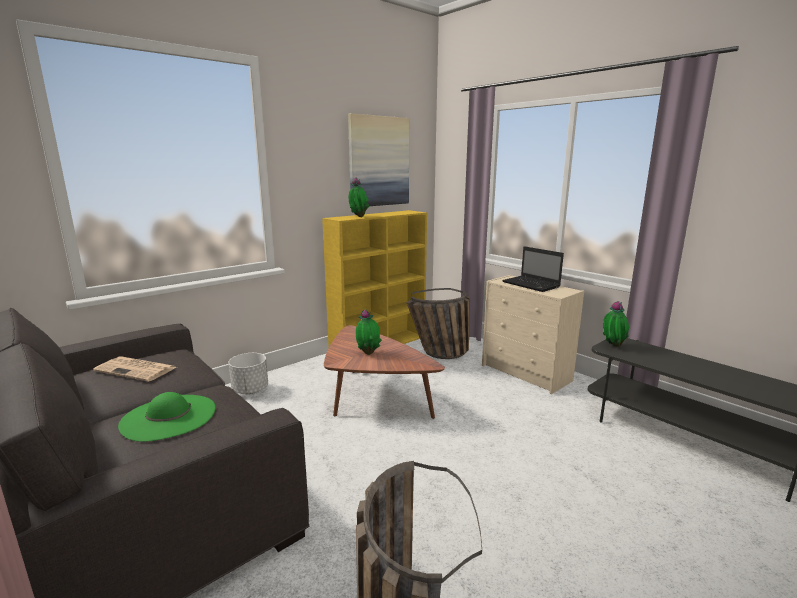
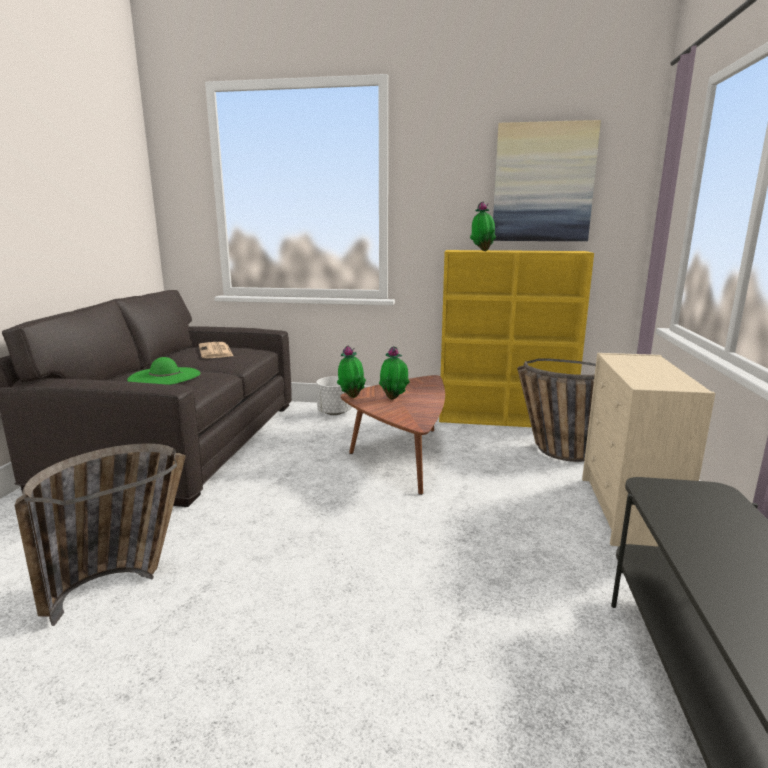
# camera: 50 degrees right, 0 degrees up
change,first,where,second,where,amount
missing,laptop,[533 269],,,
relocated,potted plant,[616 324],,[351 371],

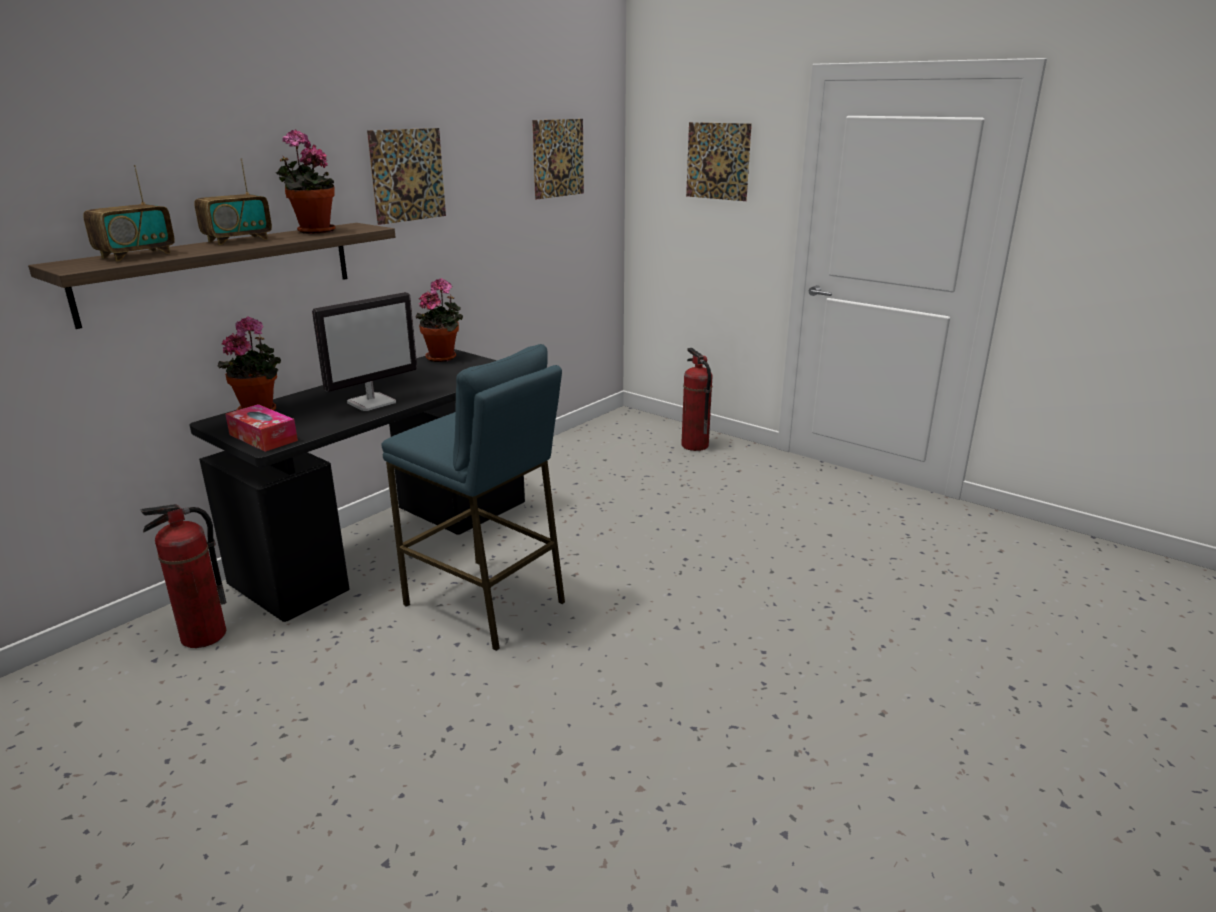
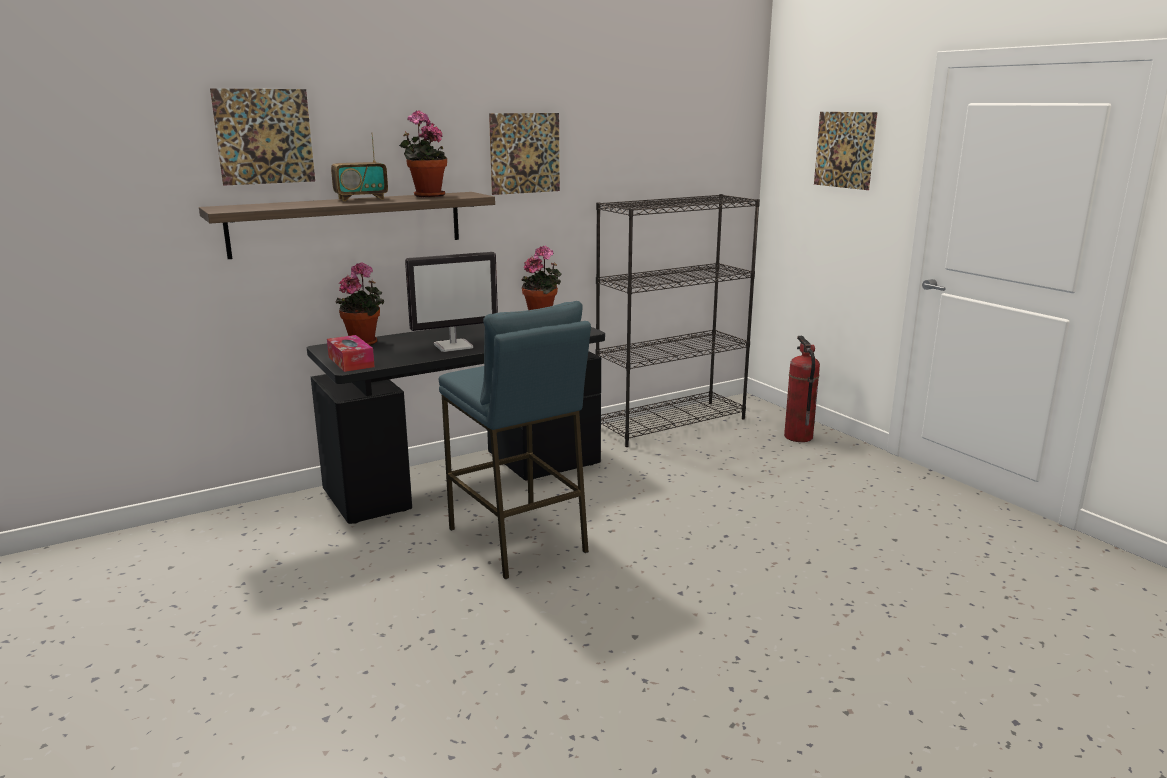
# camera: 20 degrees right, 5 degrees down
change,first,where,second,where,amount
relocated,wall picture,[558 159],,[262 137],
missing,radio receiver,[129 213],,,
missing,extinguisher,[183 576],,,
appeared,,,blackish bookshelf,[677 320],

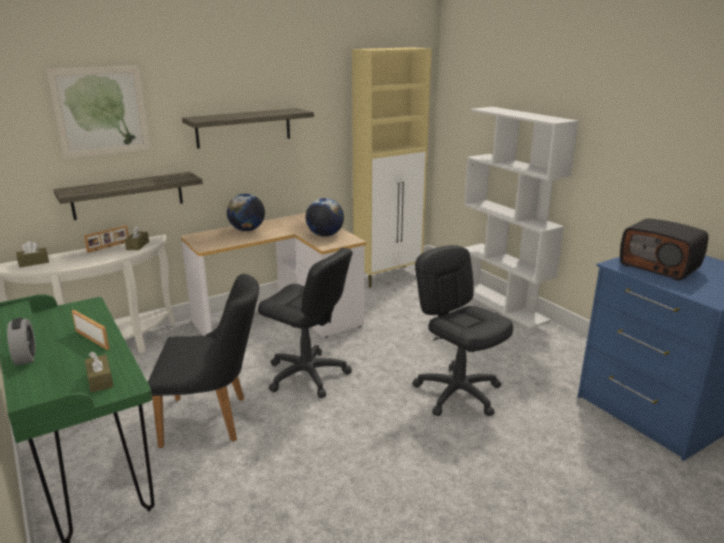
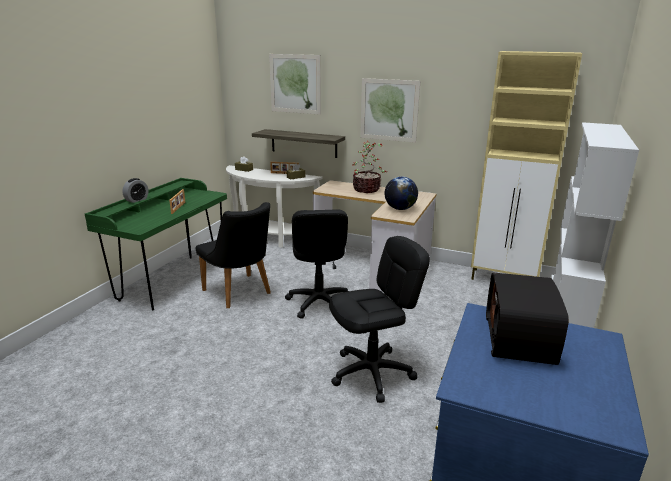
# camera: 55 degrees right, 0 degrees up
change,first,where,second,where,amount
exchanged,shelf,[248 128],wall picture,[390 110],
exchanged,globe,[246 212],potted plant,[369 167],
spun,blackish computer chair,[462 330],,[379 319],45 degrees clockwise
missing,brown tissue holder,[99 372],,,

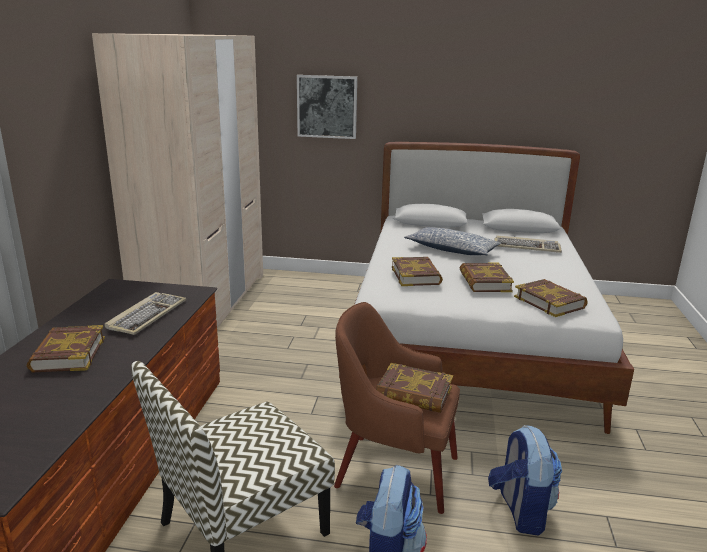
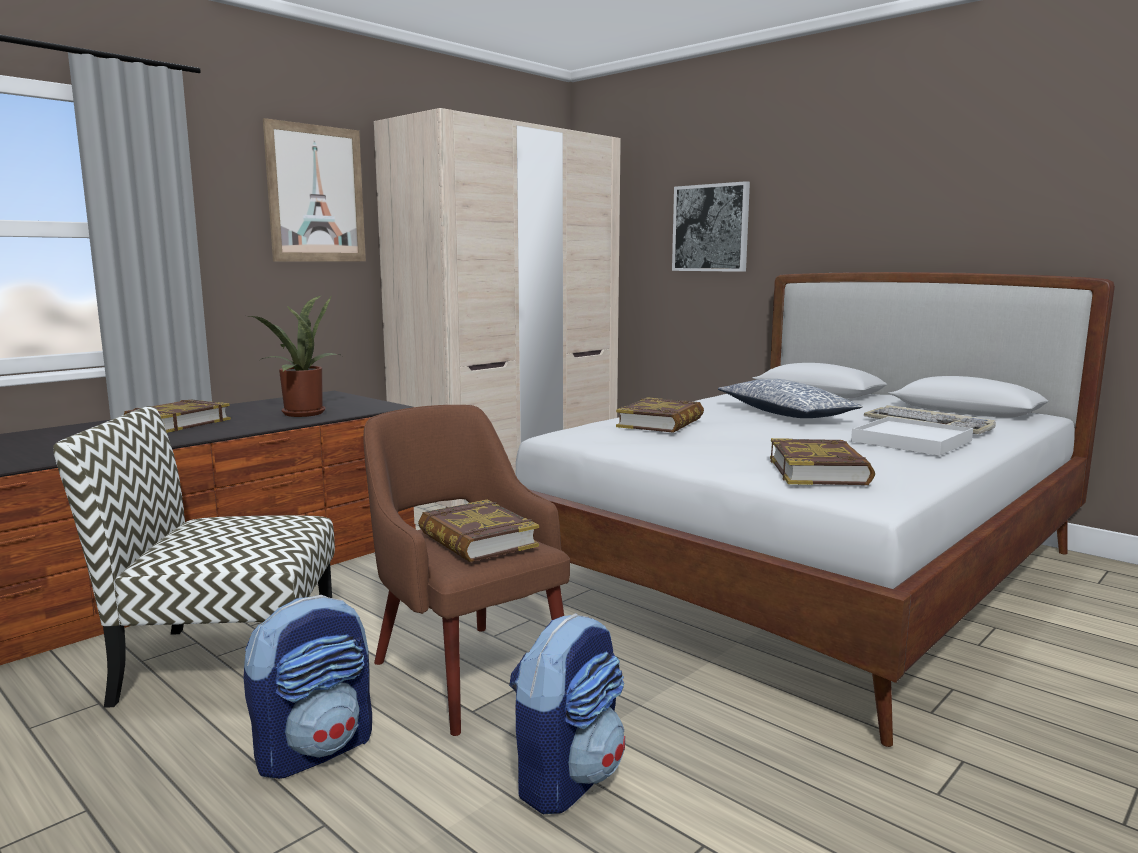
# camera: 35 degrees right, 10 degrees down
change,first,where,second,where,amount
missing,bound book,[487 277],,,
exchanged,keyboard,[145 313],potted plant,[295 356],
appeared,,,wall picture,[314 190],
appeared,,,white-coloured carrying tray,[912 436],

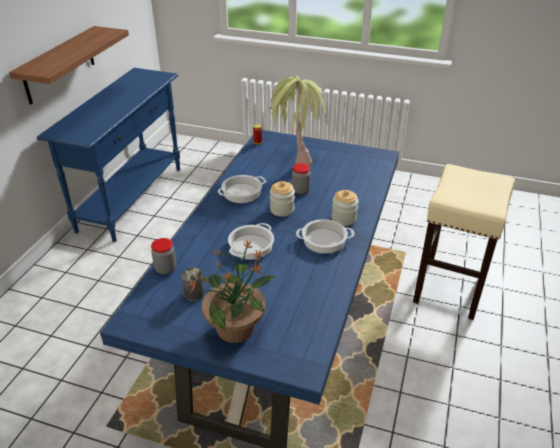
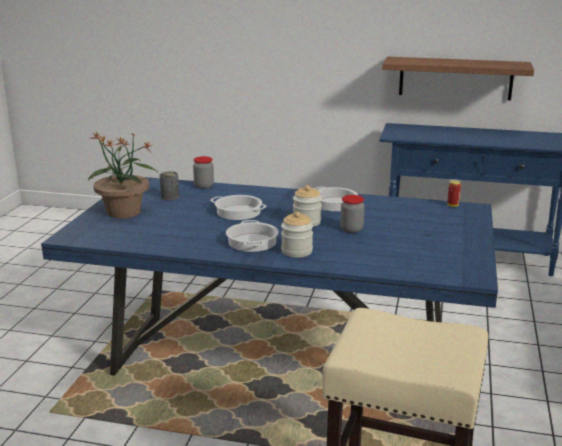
# camera: 85 degrees right, 15 degrees down
change,first,where,second,where,amount
missing,potted plant,[297 121],,,

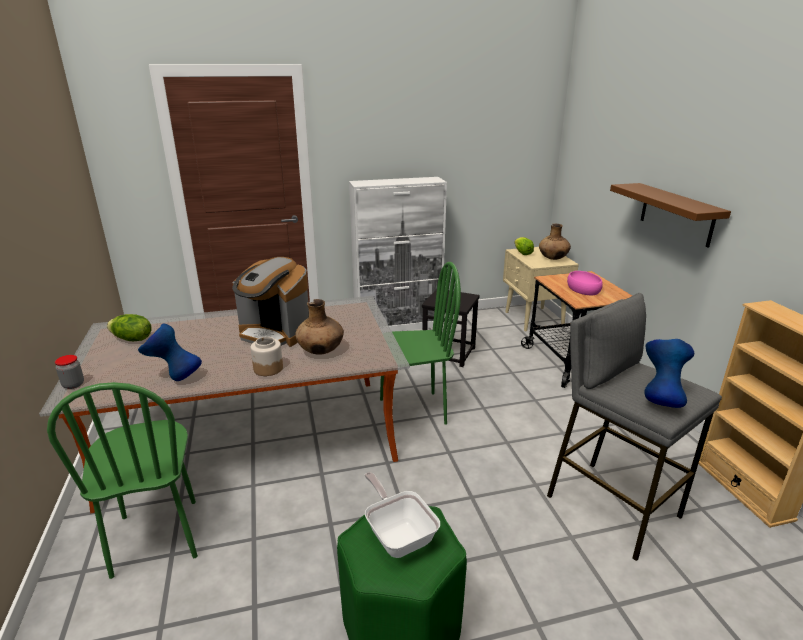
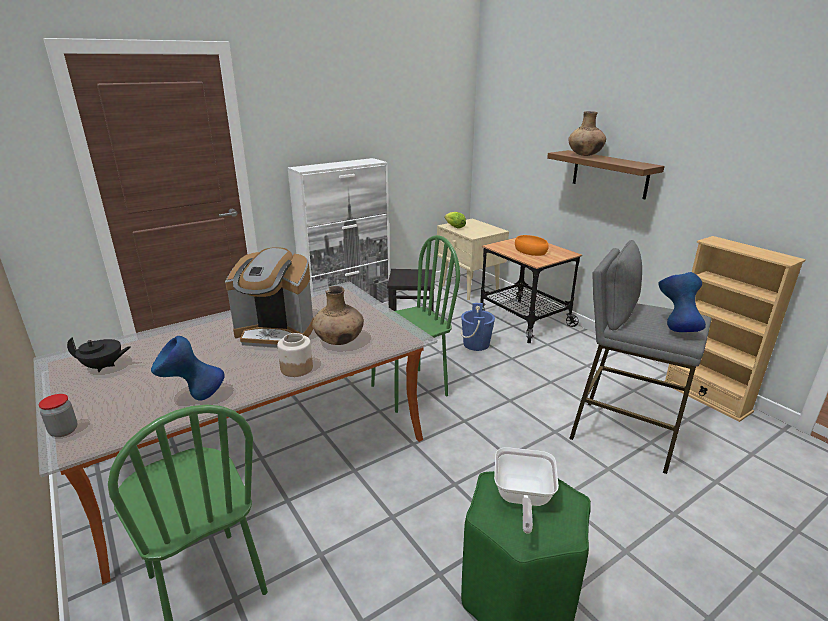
# camera: 20 degrees left, 0 degrees up
change,first,where,second,where,amount
relocated,brown decorative vase,[555 242],,[587 133],
colour,pink-coloured bowl,[585 283],orangey bowl,[532 245],
exchanged,lettuce head,[129 327],blackish tea pot,[99 354],
spun,skillet,[402 515],,[526 490],120 degrees counterclockwise
appeared,,,blue water bucket,[478 327],

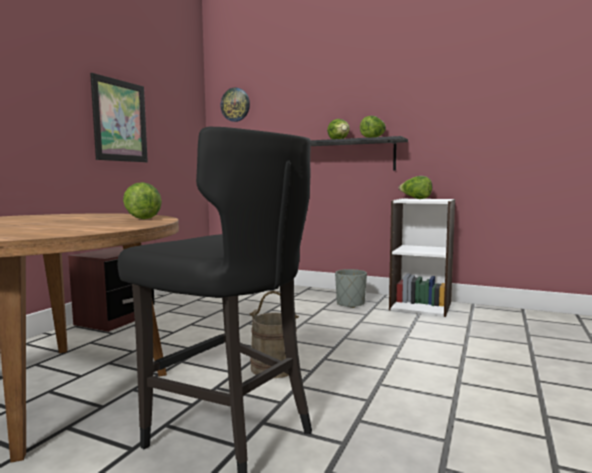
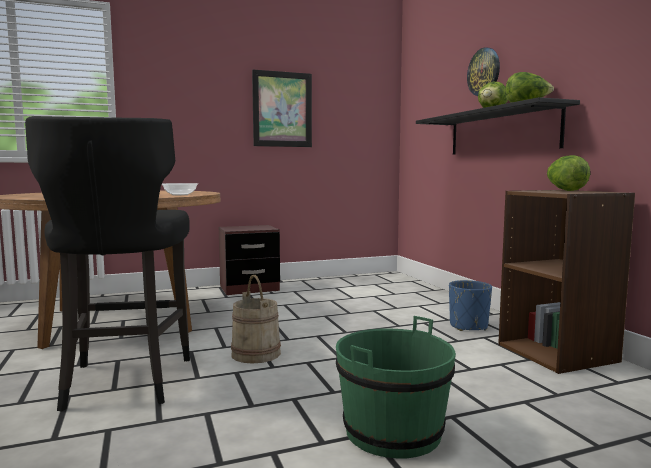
# camera: 45 degrees right, 0 degrees up
change,first,where,second,where,amount
relocated,clock on the wall,[235 104],,[483 72],
exchanged,lettuce head,[142 200],bowl,[180 189],
colour,white-coloured bookshelf,[422 257],brown bookshelf,[566 282],
colour,grey plant pot,[351 288],blue plant pot,[470 305],
appeared,,,greenish water bucket,[396 387],

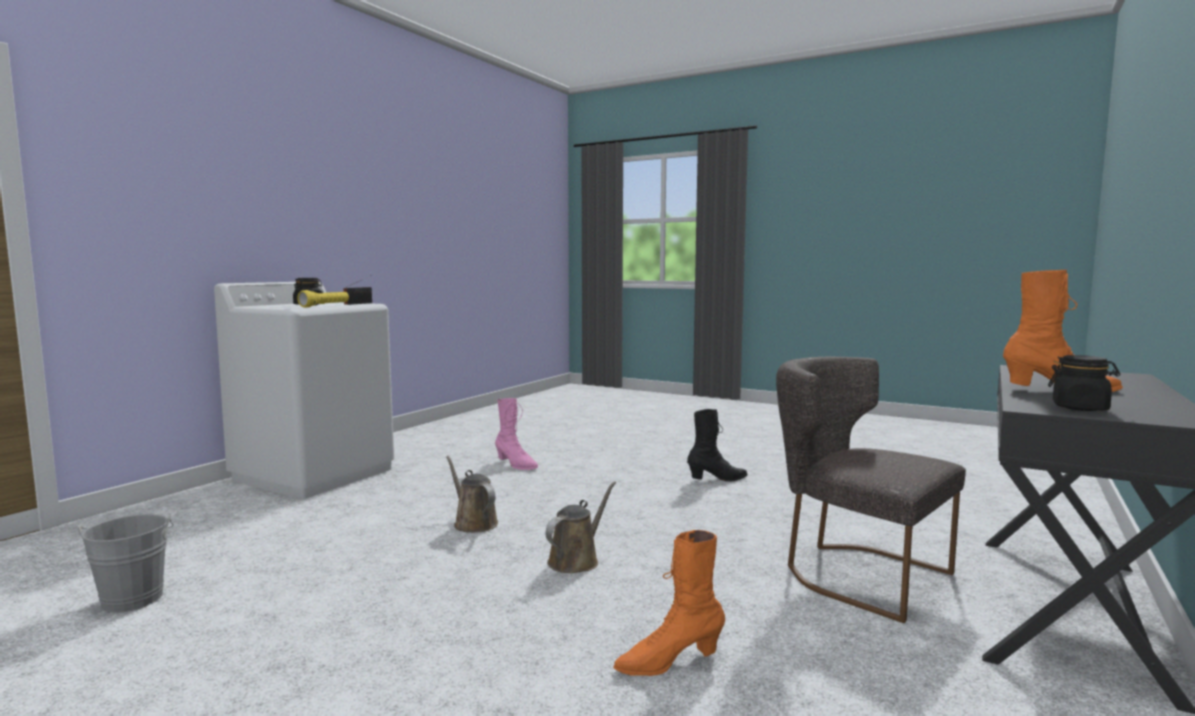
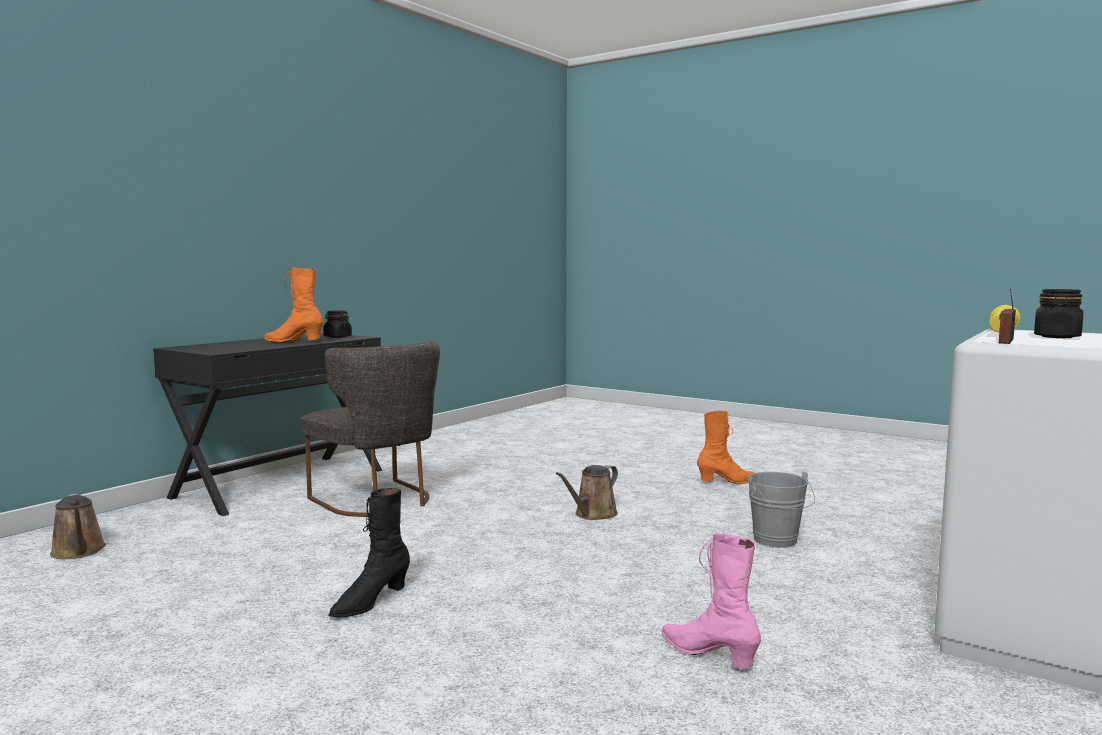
# camera: 175 degrees left, 0 degrees up
change,first,where,second,where,amount
spun,blackish high-top boot,[717 445],,[369 553],45 degrees counterclockwise
relocated,brown watering pot,[472 494],,[78 526],
relocated,grey water bucket,[125 563],,[781 509],
relocated,orangey high-top boot,[669 603],,[726 447],

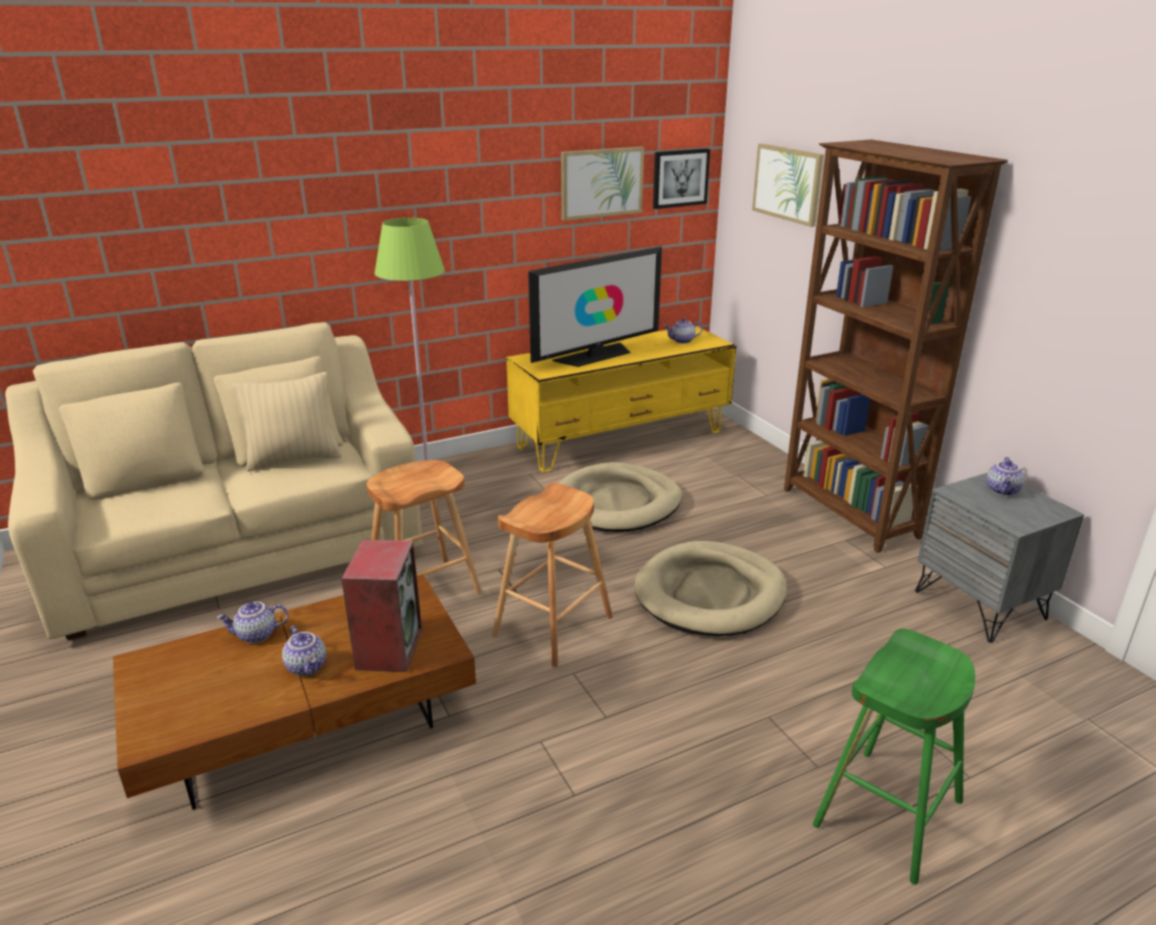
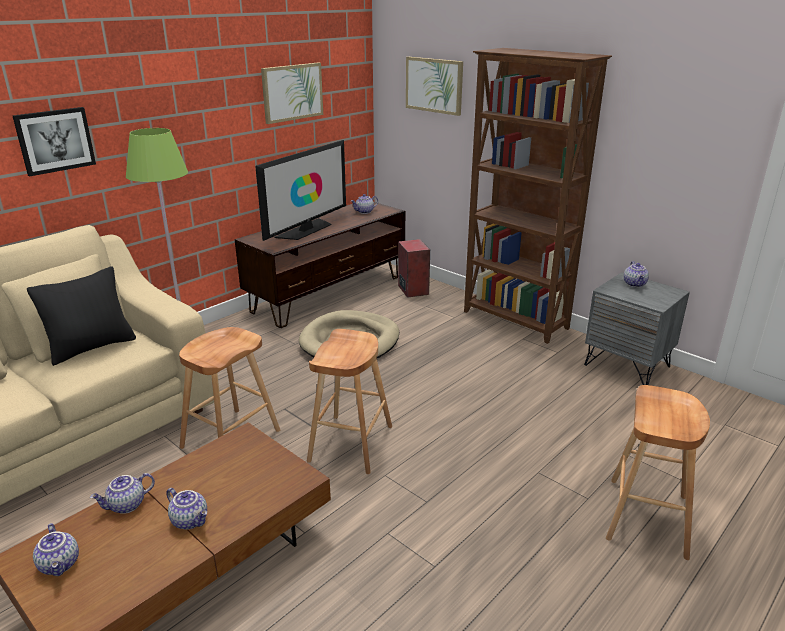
# camera: 20 degrees left, 0 degrees up
change,first,where,second,where,amount
relocated,wall picture,[681 178],,[54 141],
colour,yellowish media console,[621 399],brown media console,[319 265],
colour,beige-coloured throw pillow,[287 422],blackish throw pillow,[81 316],
relocated,loudspeaker,[381 606],,[414 268],
missing,beige-coloured dog bed,[710 588],,,
colour,greenish sitting stool,[894 757],brown sitting stool,[658 472],
appeared,,,tea pot,[56 549],

